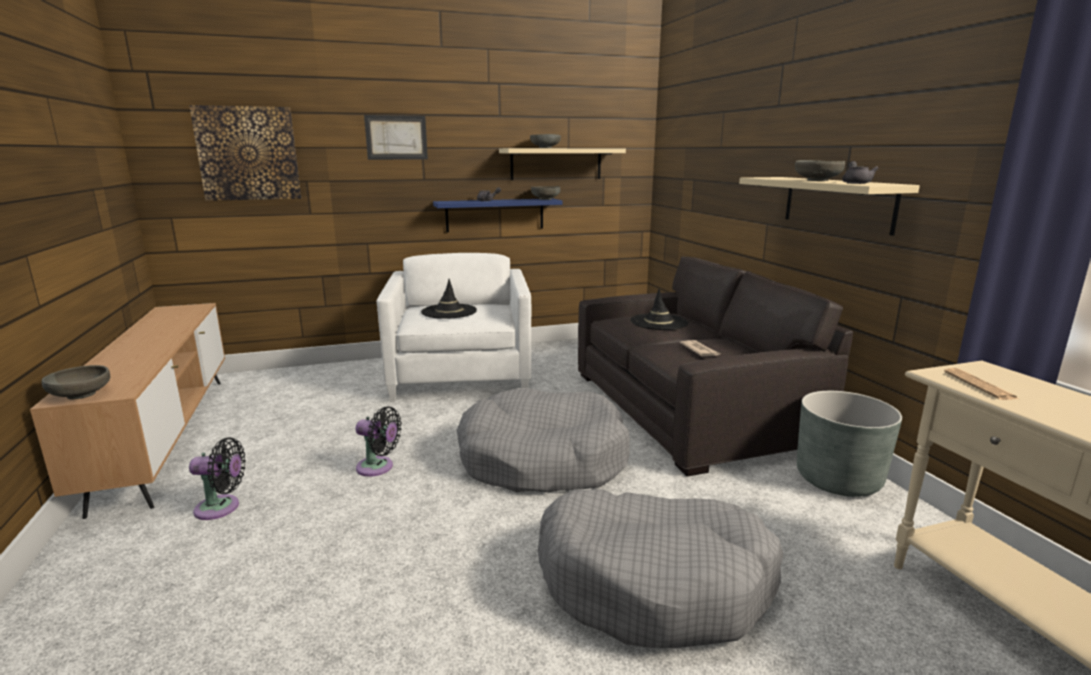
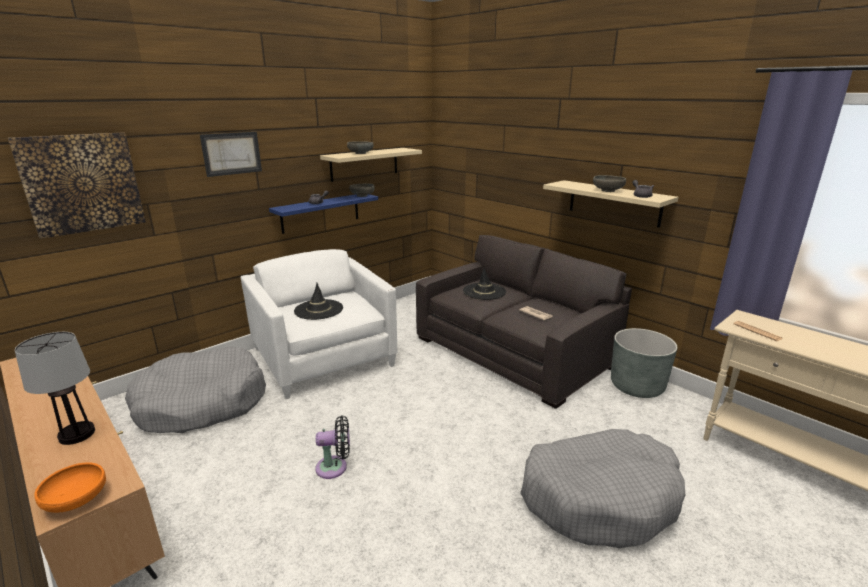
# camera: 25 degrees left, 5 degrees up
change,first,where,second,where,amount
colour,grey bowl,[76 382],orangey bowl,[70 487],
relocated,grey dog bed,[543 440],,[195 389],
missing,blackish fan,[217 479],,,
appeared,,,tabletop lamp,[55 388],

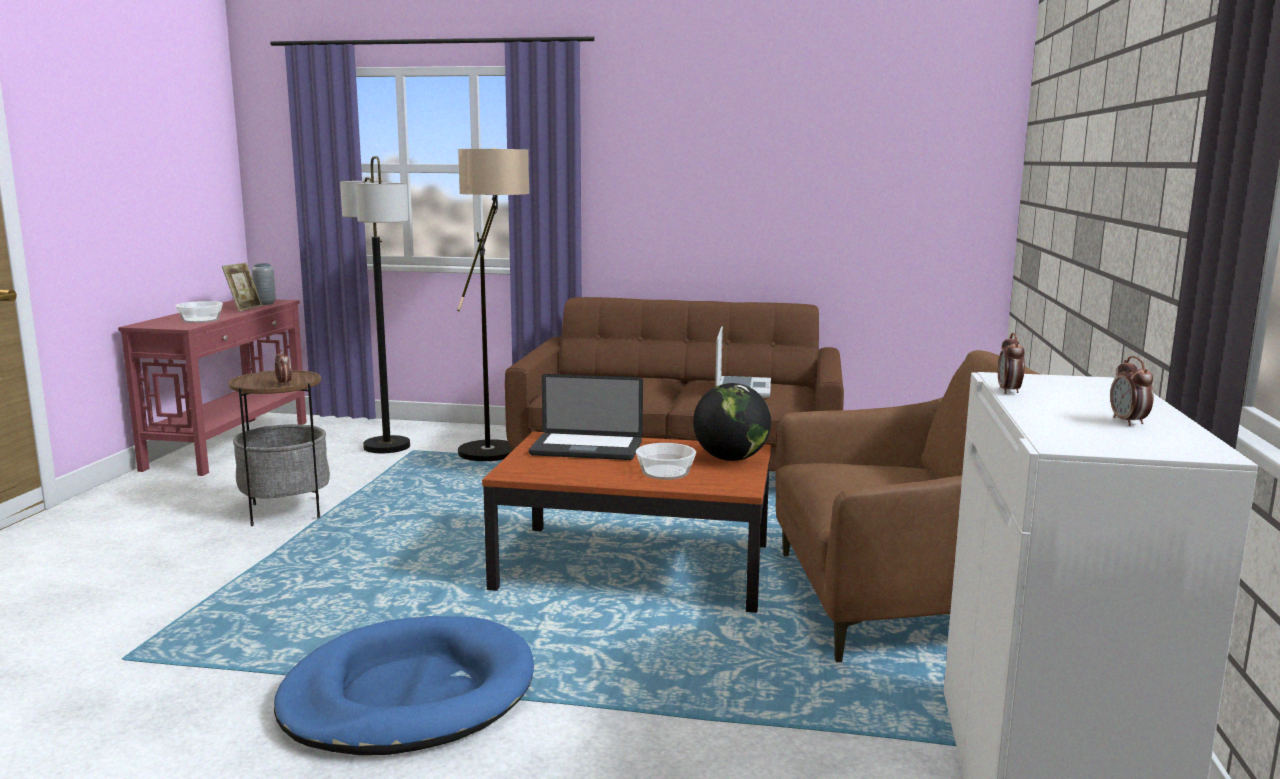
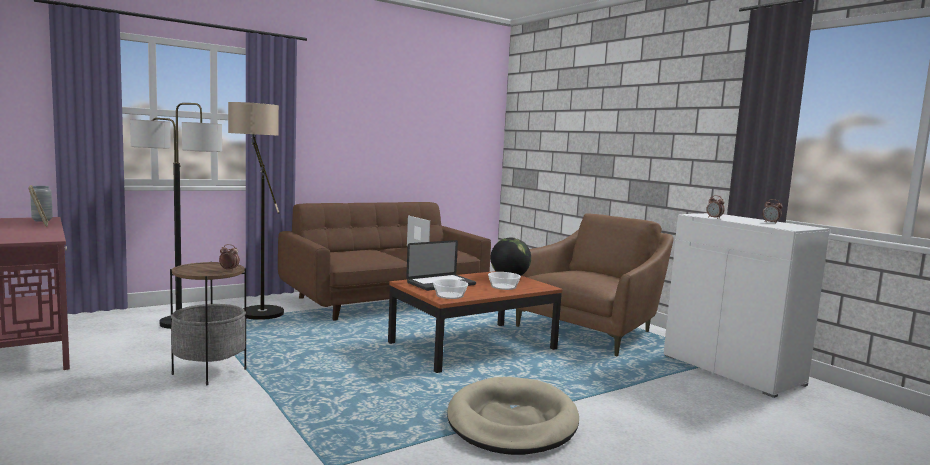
# camera: 45 degrees left, 5 degrees down
change,first,where,second,where,amount
relocated,bowl,[199 312],,[450 289],
colour,blue dog bed,[404 685],beige-coloured dog bed,[513 416],

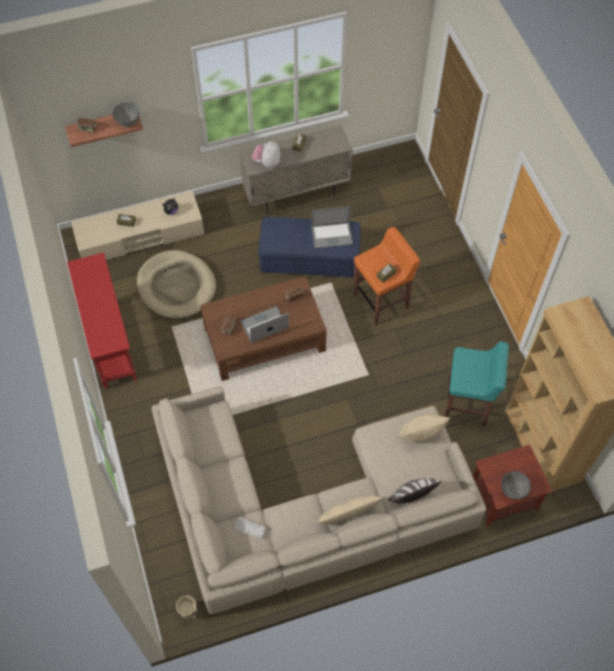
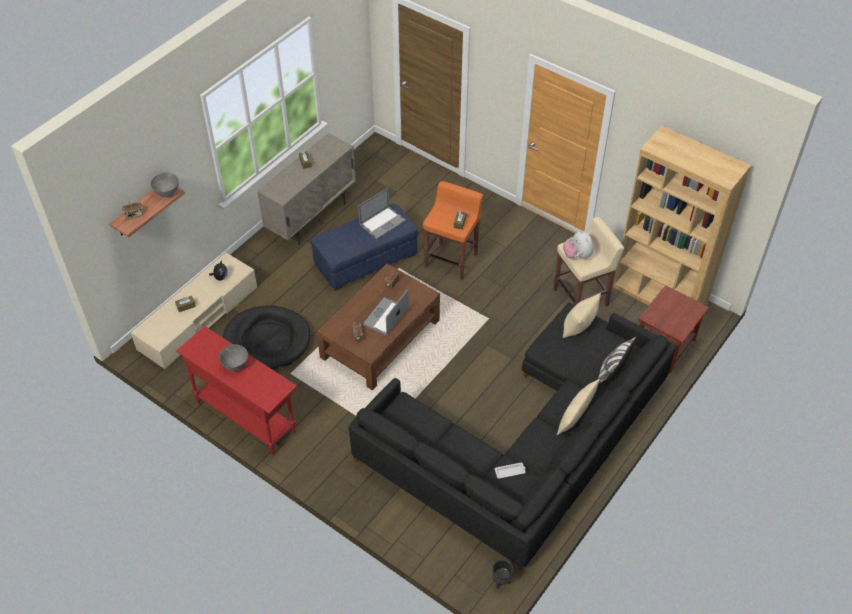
# camera: 35 degrees left, 10 degrees down
change,first,where,second,where,amount
relocated,cuddly toy,[266 154],,[578 244],
colour,beige-coloured dog bed,[176 284],blackish dog bed,[266 338],
colour,turquoise-coloured sitting stool,[476 384],beige-coloured sitting stool,[588 262],
colour,beige-coloured couch,[319 500],blackish couch,[512 437],
relocated,grey bowl,[516 485],,[233 357],
colour,beige-coloured plant pot,[186 607],blackish plant pot,[502 574],

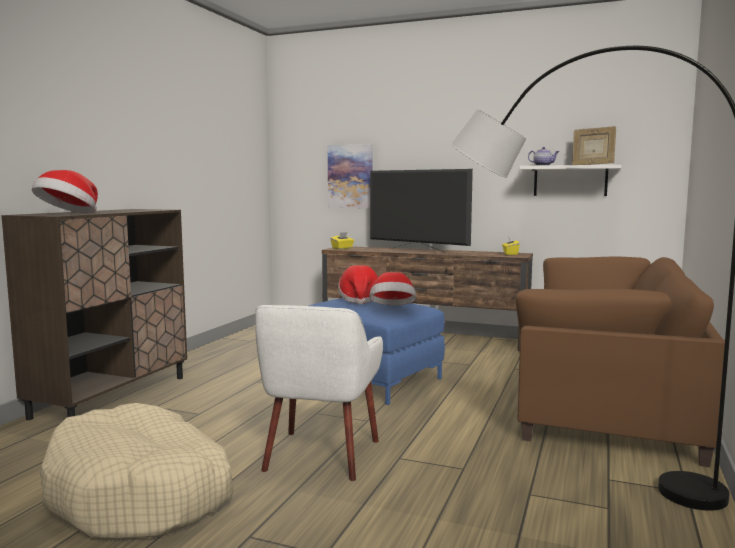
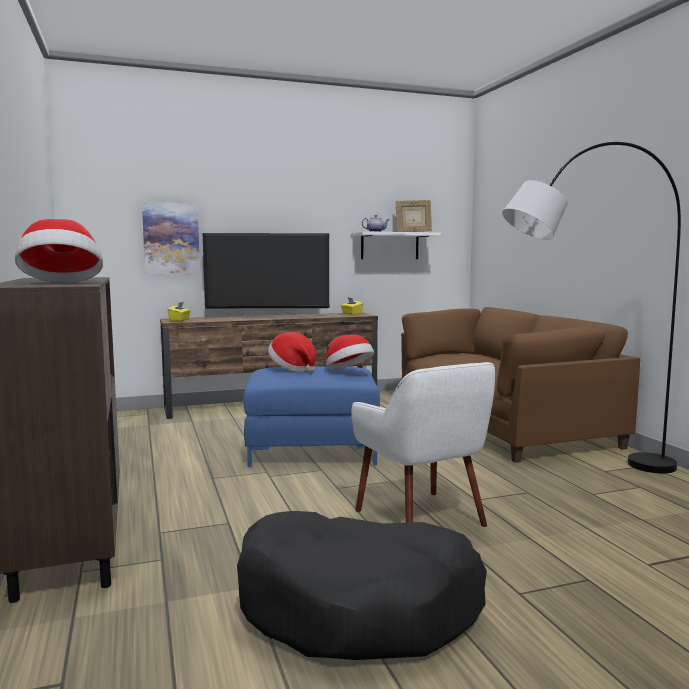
# camera: 40 degrees left, 0 degrees up
change,first,where,second,where,amount
colour,beige-coloured dog bed,[137 471],blackish dog bed,[362 585],

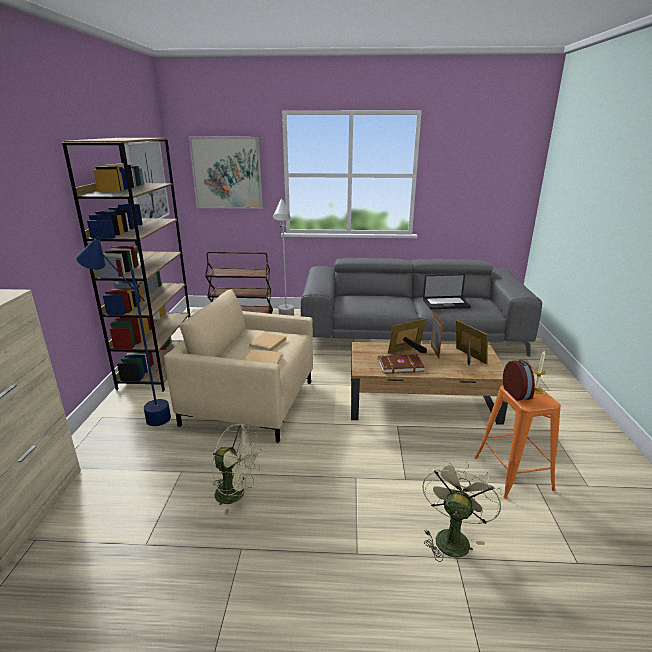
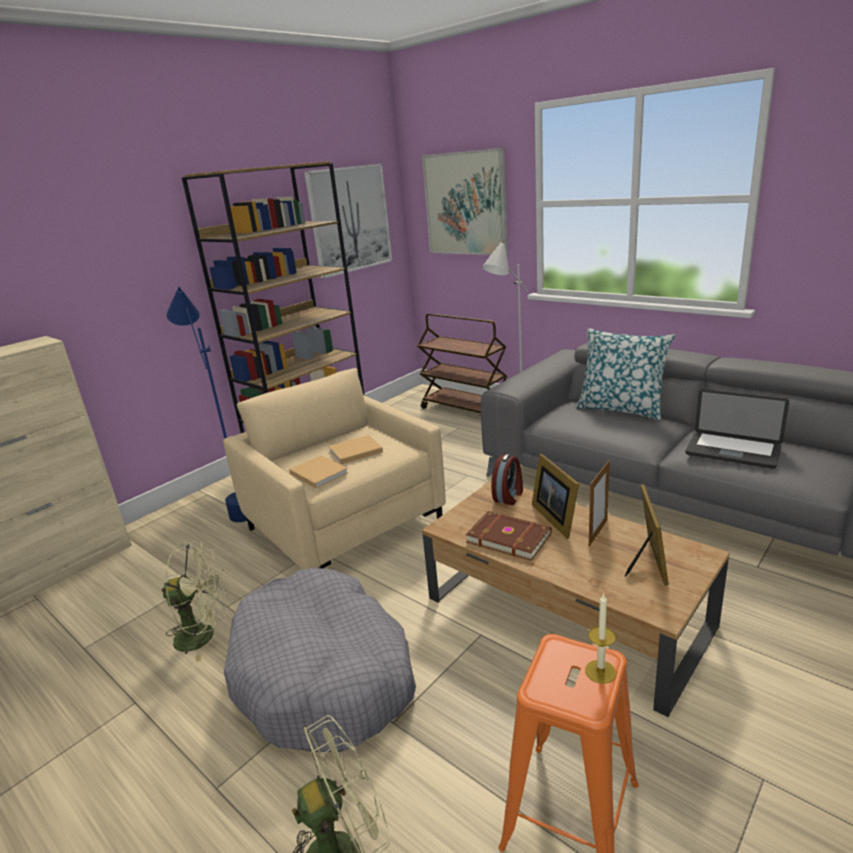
# camera: 40 degrees right, 0 degrees up
change,first,where,second,where,amount
spun,standing frame,[407 336],,[555 496],120 degrees counterclockwise
relocated,bedside clock,[519 380],,[507 479],
spun,greenish fan,[237 469],,[194 601],60 degrees counterclockwise
appeared,,,throw pillow,[625 374],
appeared,,,grey dog bed,[320 660],

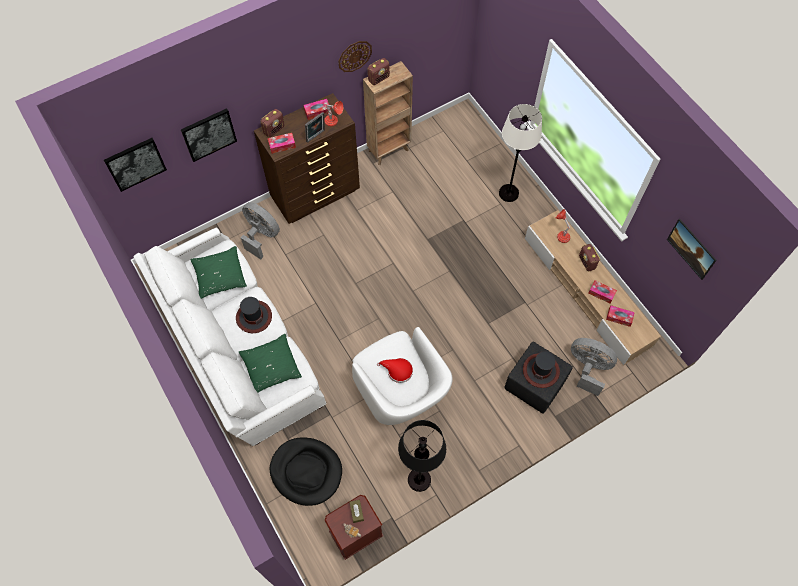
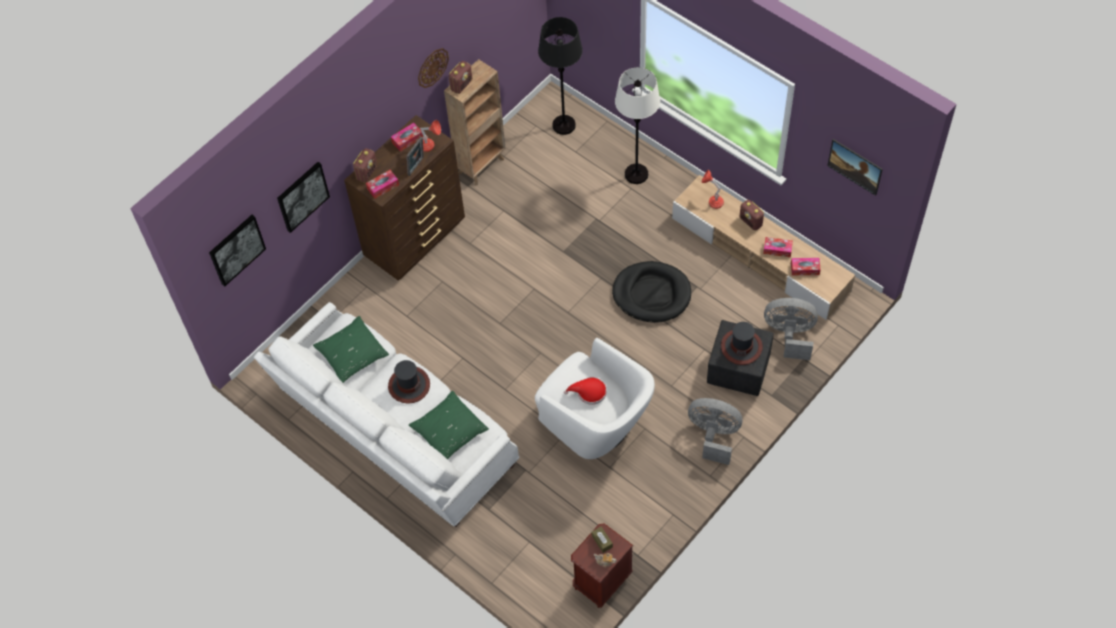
# camera: 15 degrees left, 5 degrees down
change,first,where,second,where,amount
relocated,grey fan,[260 231],,[715 431],
relocated,blackish standard lamp,[422 456],,[560 76],
relocated,blackish dog bed,[306 471],,[651 292],

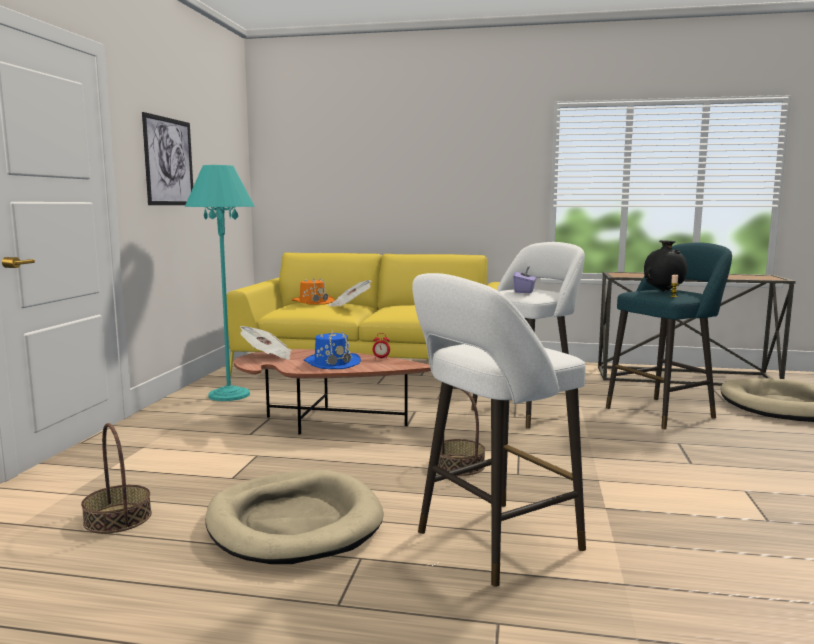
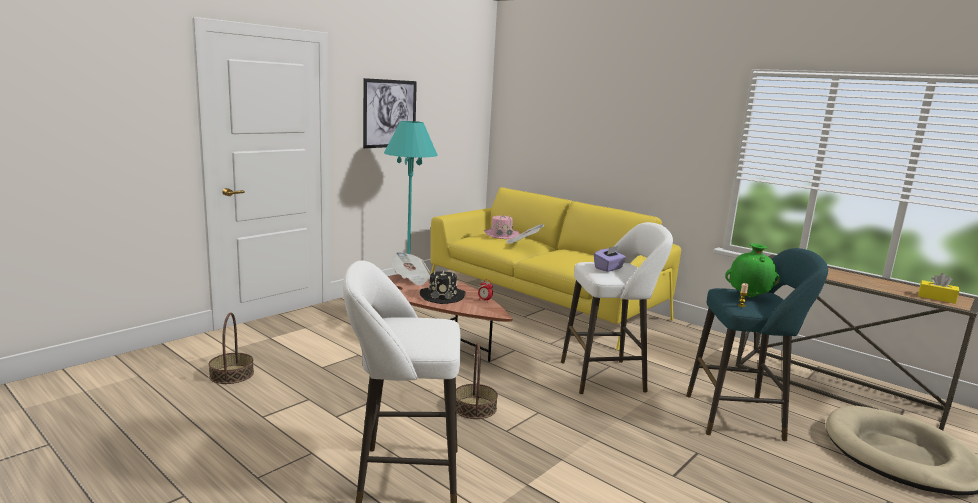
# camera: 30 degrees right, 5 degrees up
change,first,where,second,where,amount
colour,blackish decorative vase,[665 266],greenish decorative vase,[752 270],
colour,orangey hat,[313 291],pink-coloured hat,[502 227],
colour,blue hat,[332 349],blackish hat,[442 287],
missing,beige-coloured dog bed,[294 516],,,
appeared,,,yellowish tissue holder,[938 288],

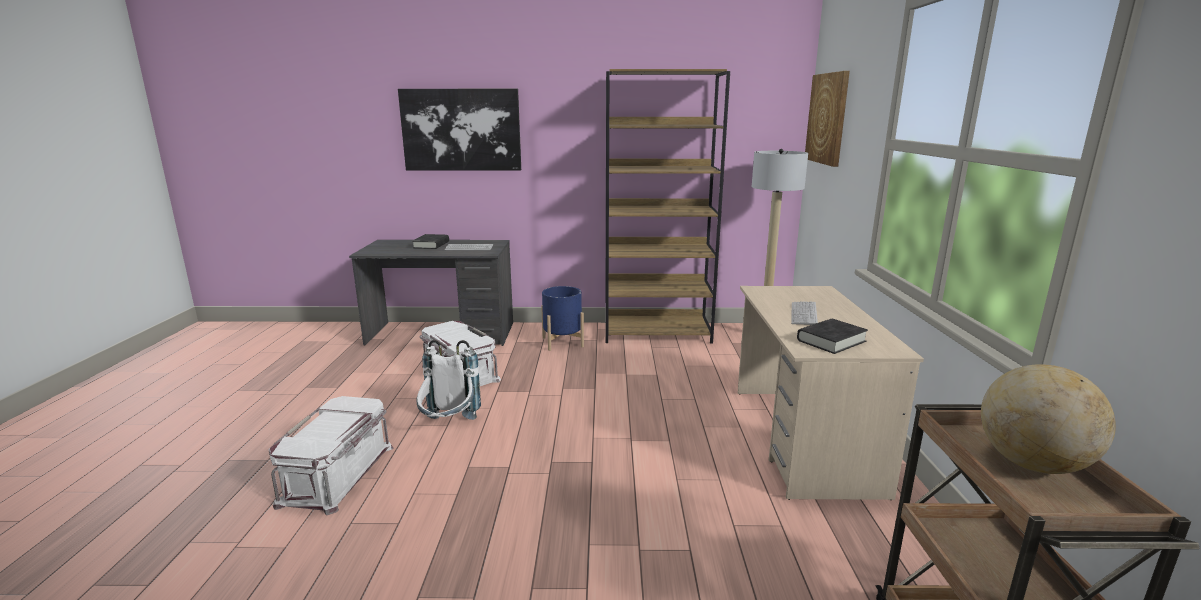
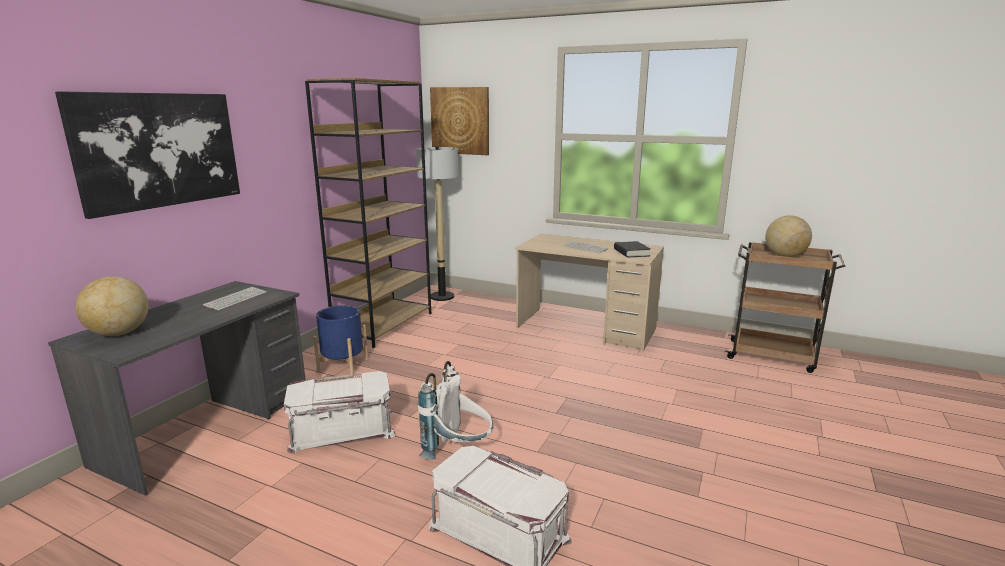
# camera: 65 degrees left, 0 degrees up
change,first,where,second,where,amount
missing,blackish bound book,[430 241],,,
appeared,,,globe,[112 306],

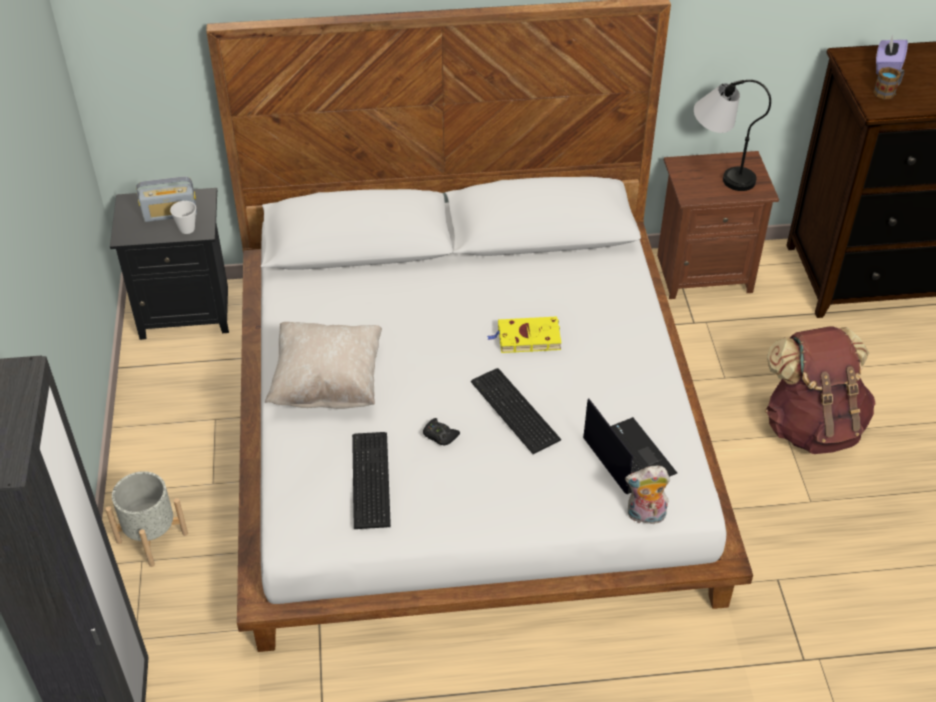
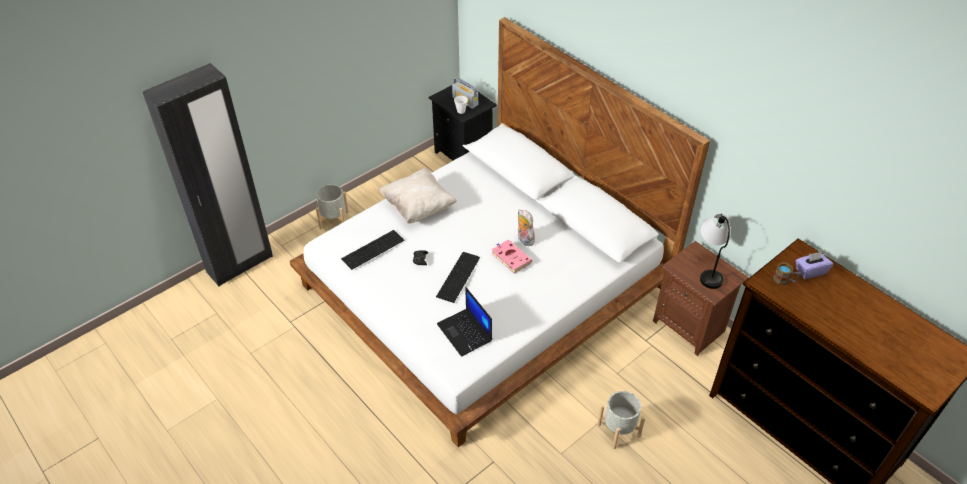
# camera: 55 degrees right, 0 degrees up
change,first,where,second,where,amount
colour,yellowish bound book,[524 334],pink-coloured bound book,[512 257],
exchanged,brown rucksack,[820 390],grey plant pot,[621 420],
spun,laptop,[630 446],,[464 322],120 degrees clockwise
relocated,cuddly toy,[647 495],,[526 228],

